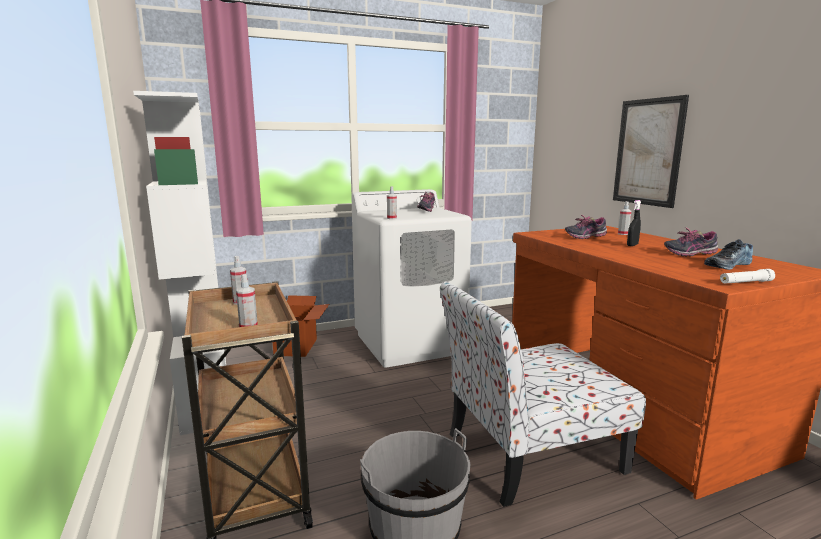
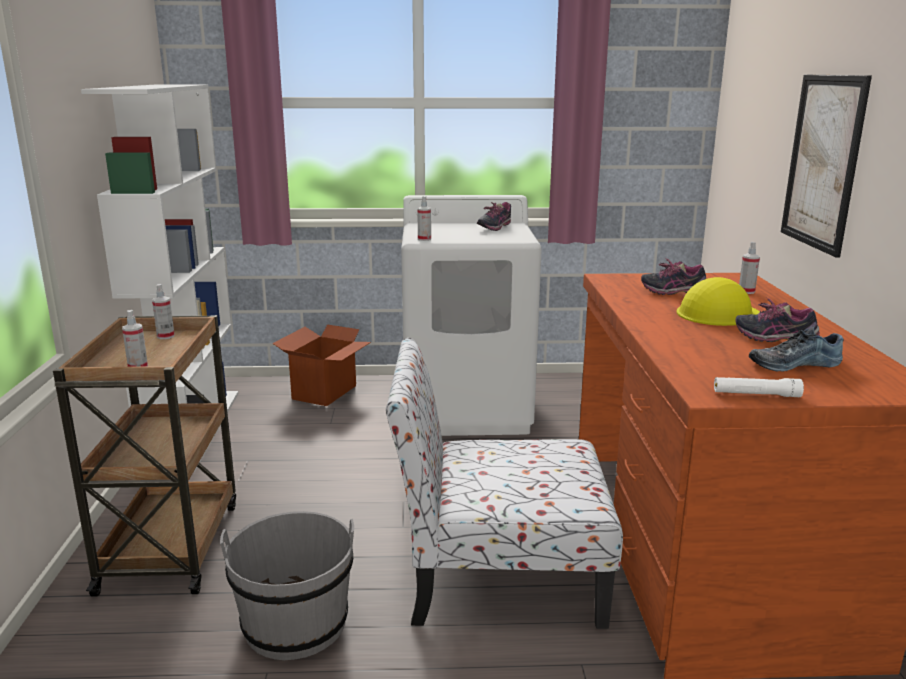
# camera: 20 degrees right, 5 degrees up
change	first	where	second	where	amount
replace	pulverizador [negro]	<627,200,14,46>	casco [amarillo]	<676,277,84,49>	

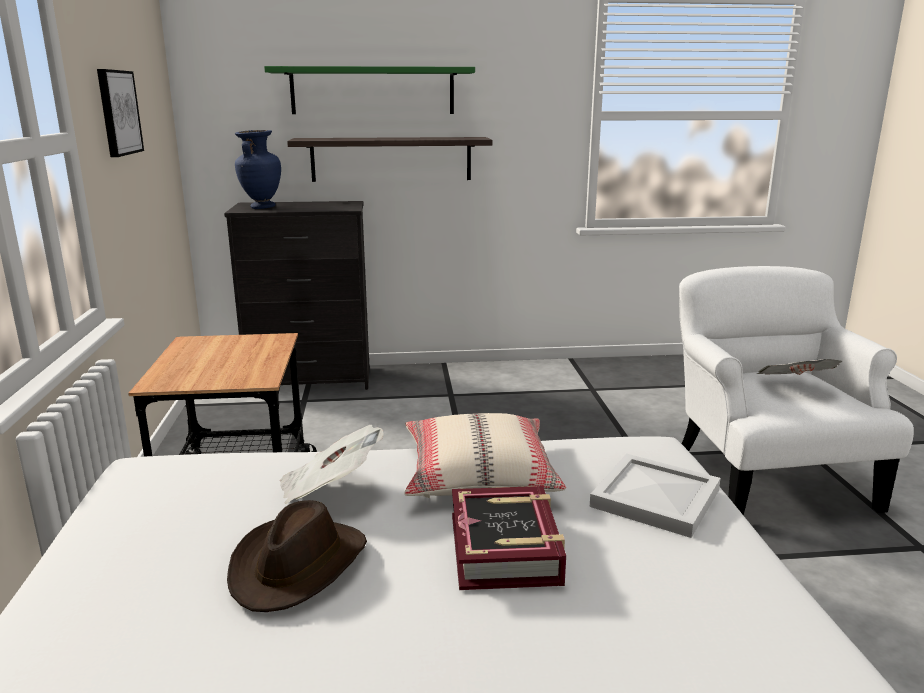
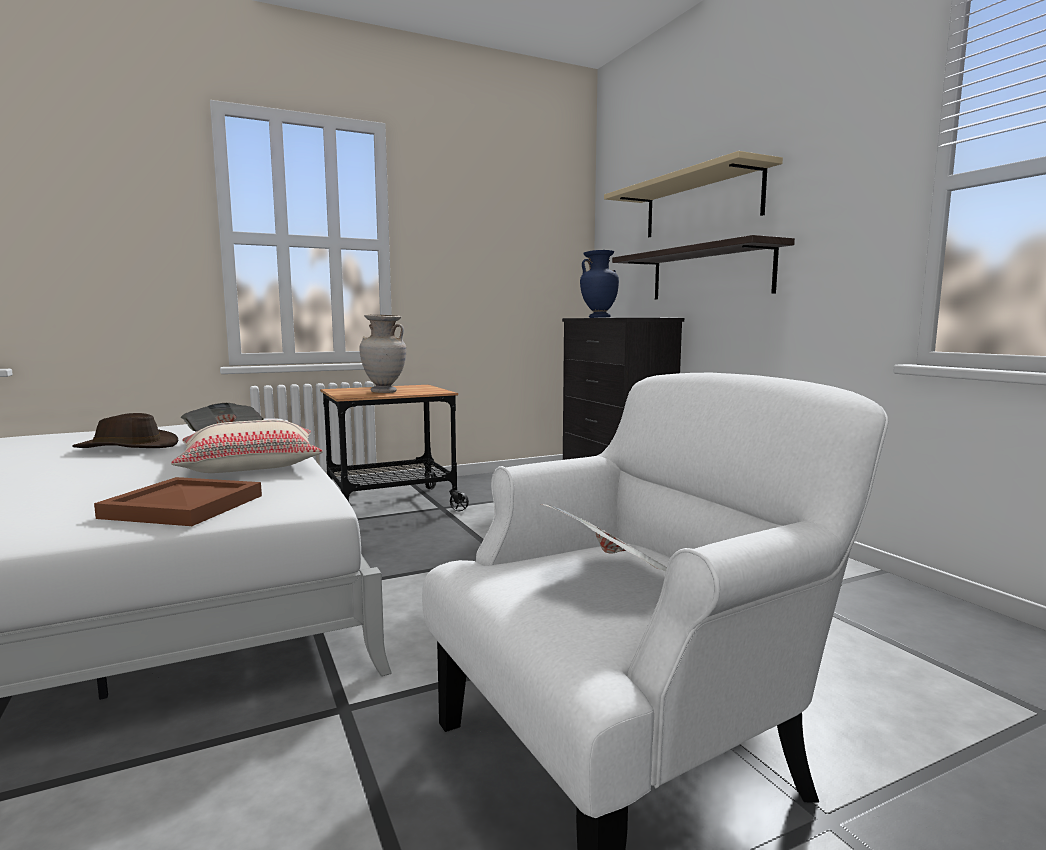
# camera: 70 degrees right, 10 degrees down
change	first	where	second	where	amount
delete	cuadro	<97,69,47,88>			
recolor	estante [verde]	<264,66,211,48>	estante [beis]	<604,151,179,86>	
delete	libro	<452,486,114,104>			
recolor	bandeja [blanco]	<590,453,131,85>	bandeja [marrón]	<94,477,168,49>	
insert			florero [beis]	<359,315,47,78>	

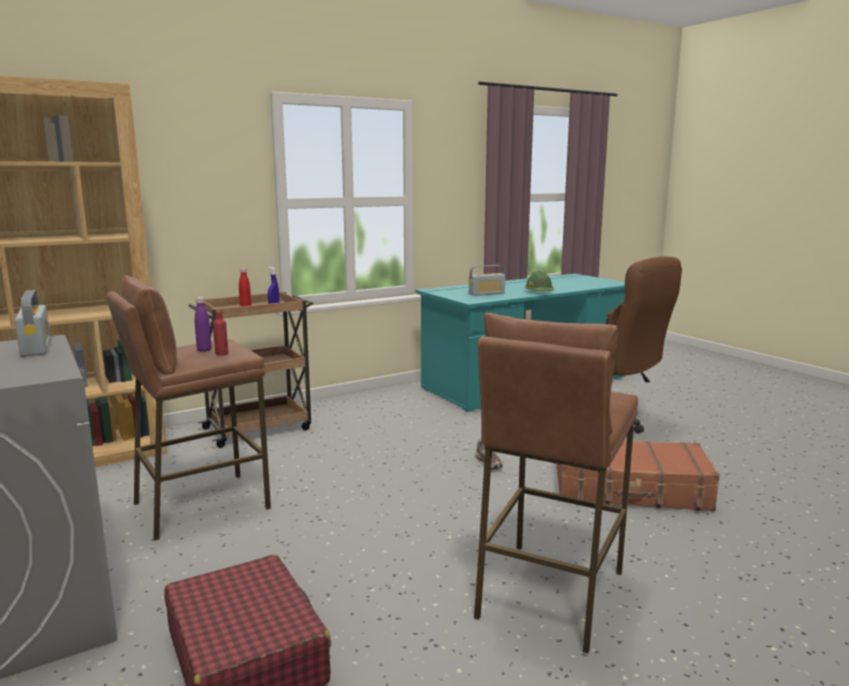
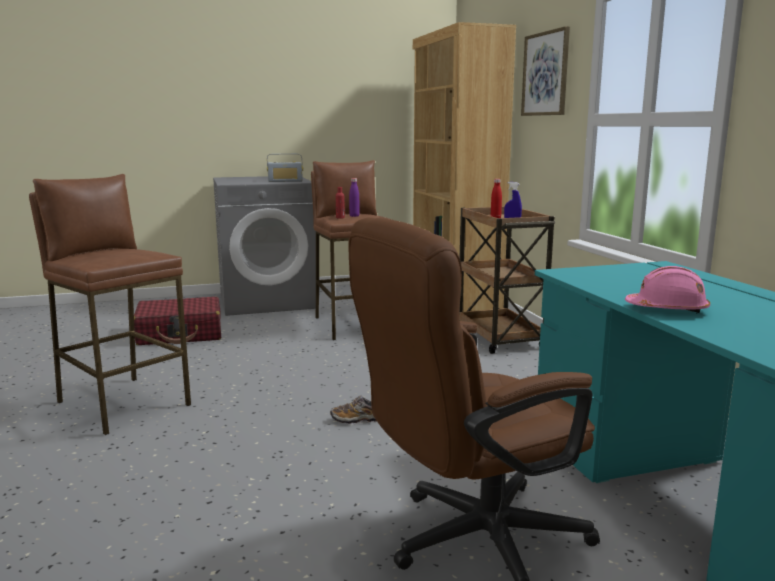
# camera: 105 degrees right, 0 degrees up
change	first	where	second	where	amount
delete	radio	<469,265,36,31>			
recolor	casco [verde]	<525,271,29,20>	casco [rosa]	<625,266,85,47>	
delete	maleta [marrón]	<556,441,164,71>			
insert			cuadro	<521,26,49,90>	

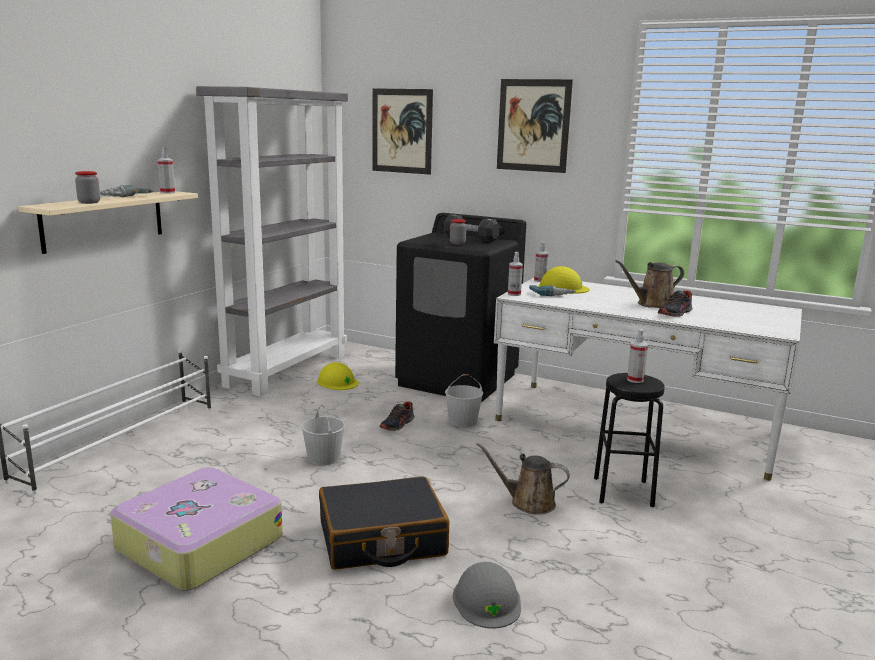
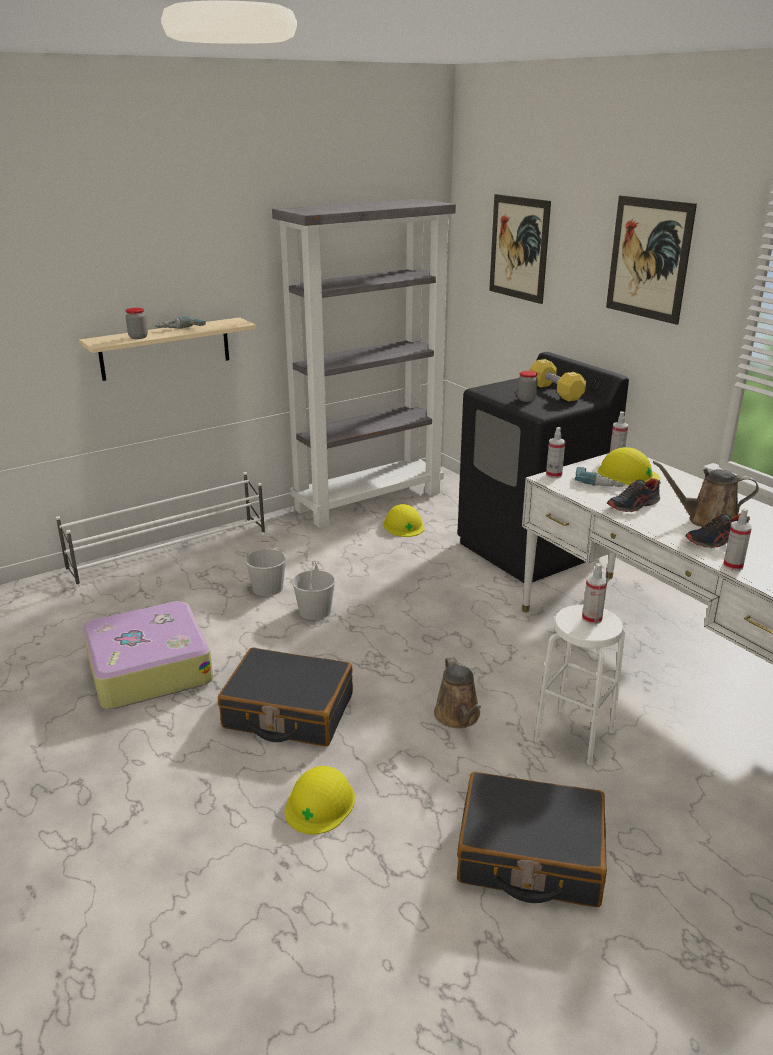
# camera: 30 degrees right, 10 degrees up
change	first	where	second	where	amount
move	pulverizador	<158,147,17,47>		<723,508,29,63>	
move	zapato	<379,401,35,30>		<607,478,54,34>	
recolor	mancuerna [negro]	<444,214,56,28>	mancuerna [amarillo]	<530,359,56,42>	
move	cubo [blanco]	<445,374,38,53>		<245,540,42,56>	
recolor	casco [gris]	<453,562,68,66>	casco [amarillo]	<285,766,70,68>	
rotate	regadera [marrón]	<476,442,94,73>		<434,657,47,71>	150 degrees counterclockwise
recolor	taburete [negro]	<594,373,71,134>	taburete [blanco]	<534,605,91,160>	
insert			maleta [negro]	<457,772,150,135>	

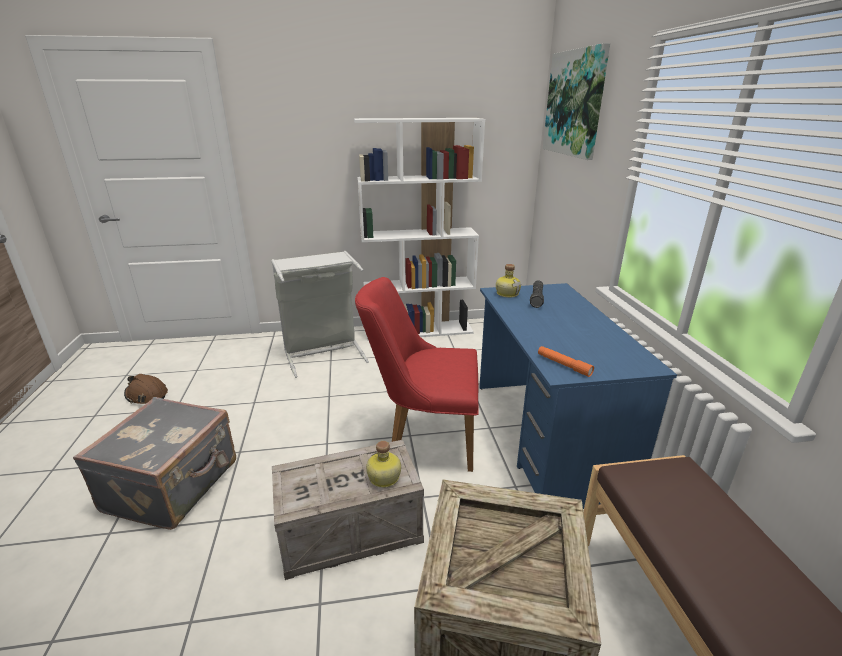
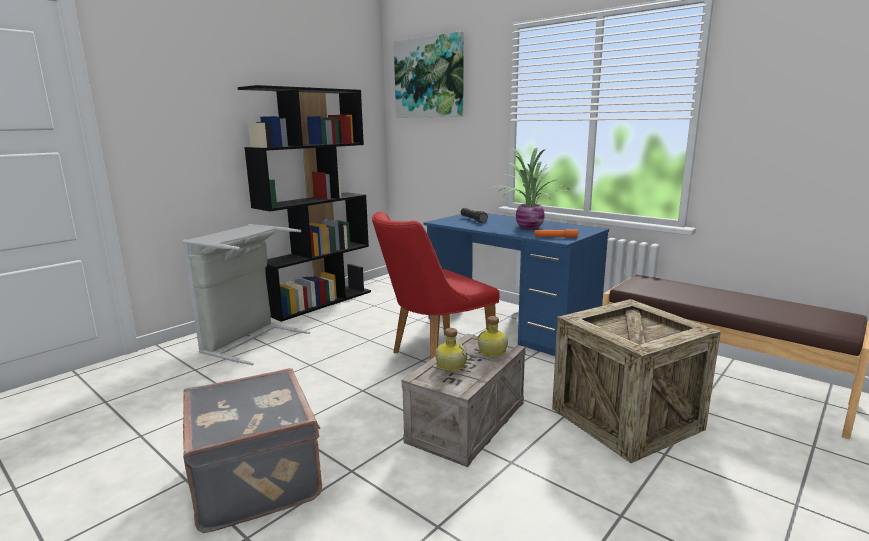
# camera: 40 degrees left, 10 degrees down
change	first	where	second	where	amount
delete	casco [marrón]	<124,374,44,30>			
recolor	estantería [blanco]	<354,118,131,223>	estantería [negro]	<238,85,133,237>	
move	botella	<496,264,25,34>		<435,328,32,43>	
insert			planta en maceta	<486,148,81,81>	

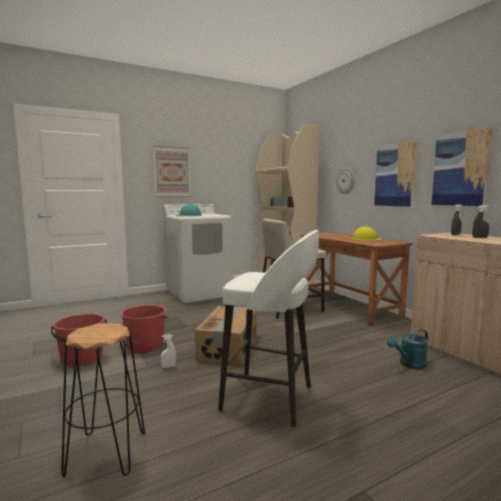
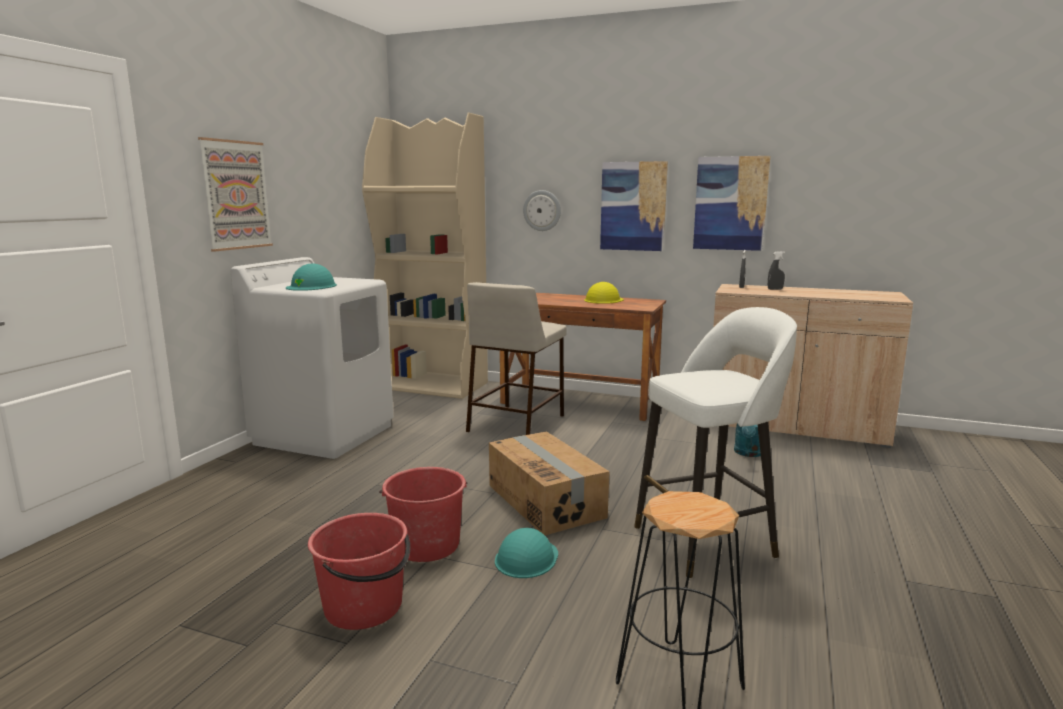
# camera: 40 degrees left, 5 degrees up
change	first	where	second	where	amount
replace	pulverizador [blanco]	<161,334,15,34>	casco [turquesa]	<495,528,63,50>	

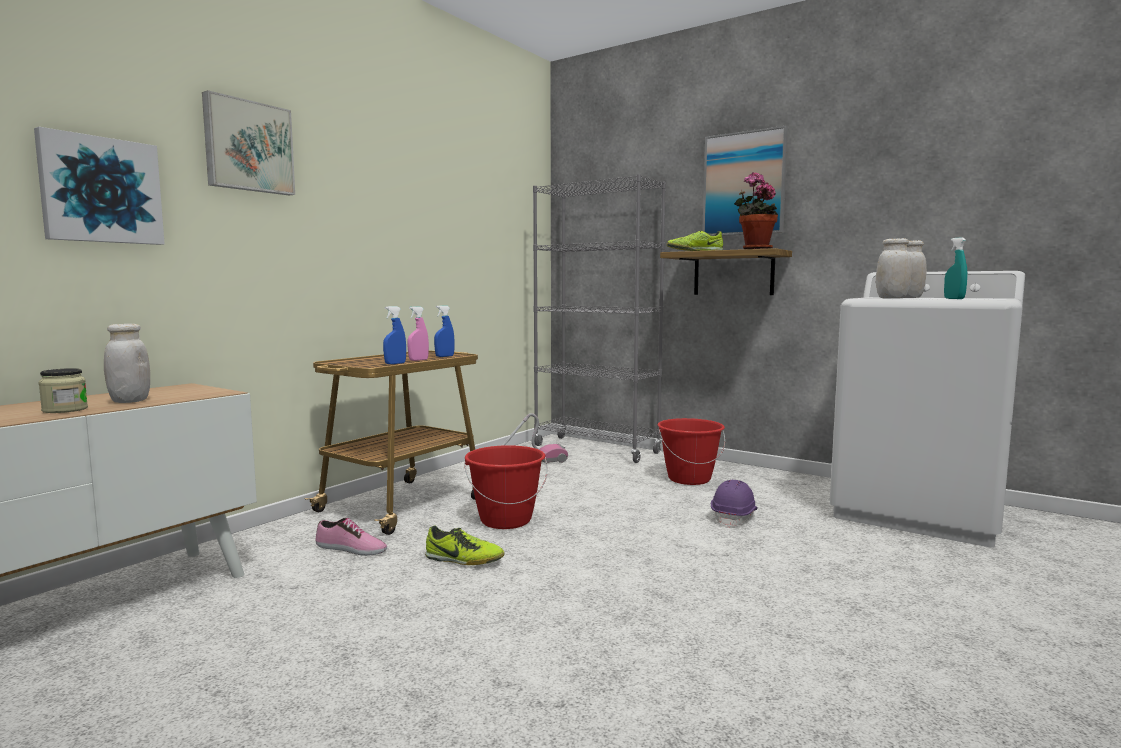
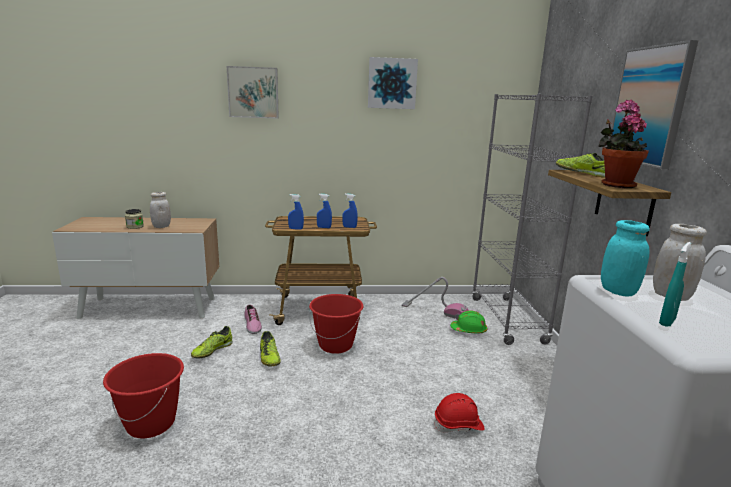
# camera: 50 degrees right, 10 degrees up
change	first	where	second	where	amount
move	cuadro	<34,127,131,118>		<368,57,50,52>	
recolor	pulverizador [rosa]	<408,306,21,55>	pulverizador [azul]	<317,194,15,34>	
move	cubo [rojo]	<658,418,67,67>		<103,353,81,85>	
recolor	casco [morado]	<711,480,47,47>	casco [rojo]	<434,393,51,39>	
recolor	tarro [blanco]	<876,238,36,61>	tarro [turquesa]	<601,220,49,76>	
insert			zapato	<191,326,42,32>	
insert			casco [verde]	<450,311,37,22>	

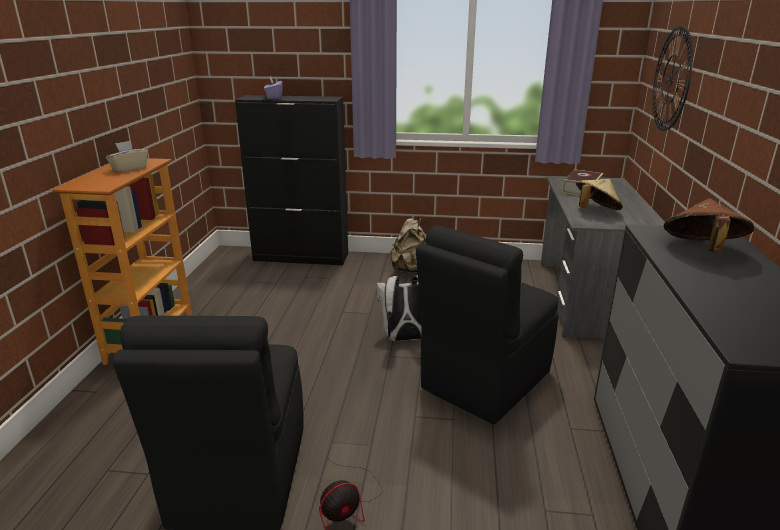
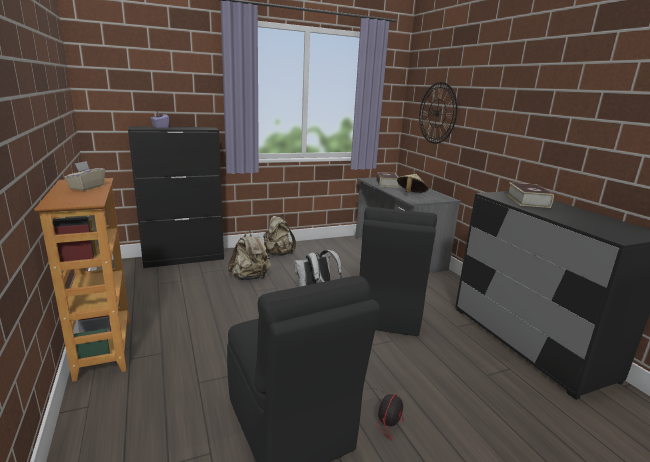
# camera: 30 degrees left, 5 degrees down
change	first	where	second	where	amount
replace	sombrero [marrón]	<664,198,90,55>	libro	<506,182,48,26>	
insert			mochila [beis]	<228,230,44,50>	

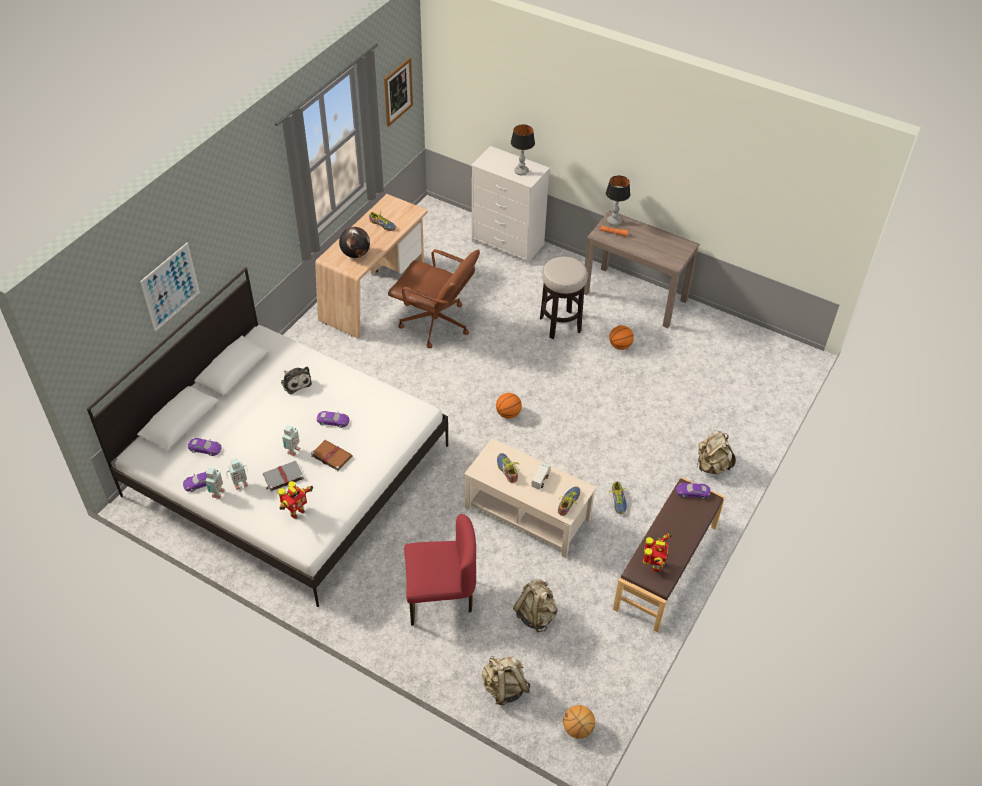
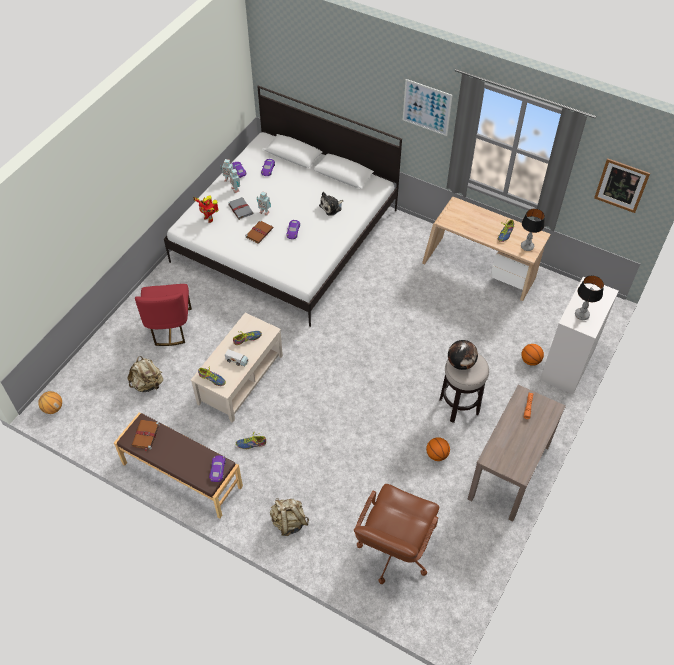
# camera: 90 degrees right, 5 degrees up
change	first	where	second	where	amount
move	cuadro	<140,243,60,88>		<403,79,49,57>	
move	globo terráqueo	<339,227,31,31>		<448,340,30,30>	
move	silla de oficina [marrón]	<388,249,92,99>		<354,484,85,100>	
delete	mochila [beis]	<482,656,48,49>			
move	balón de baloncesto	<496,393,26,26>		<521,344,23,22>	
move	lámpara de mesa	<606,175,24,51>		<521,208,24,43>	
replace	robot de juguete	<643,531,29,41>	libro [marrón]	<131,420,29,31>	

